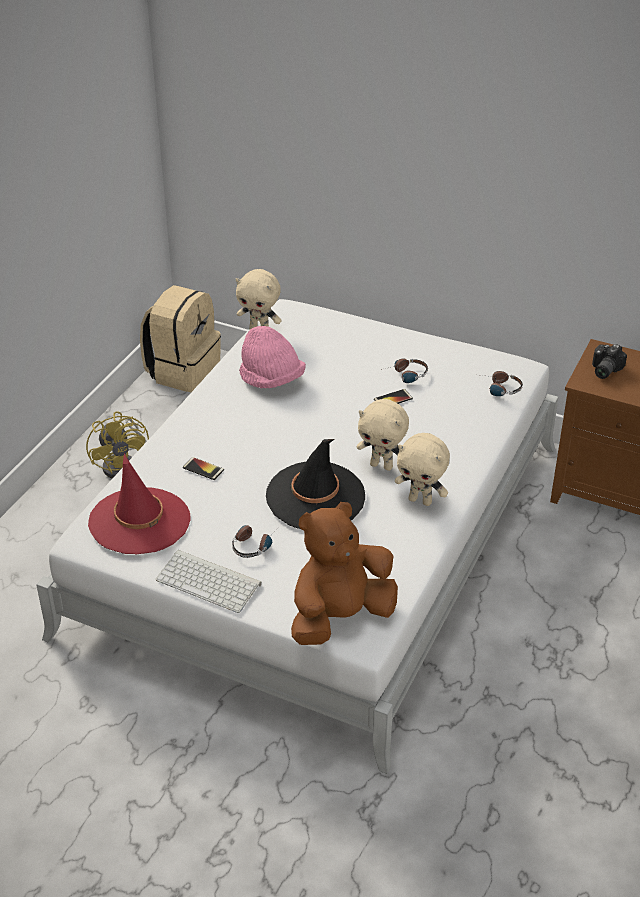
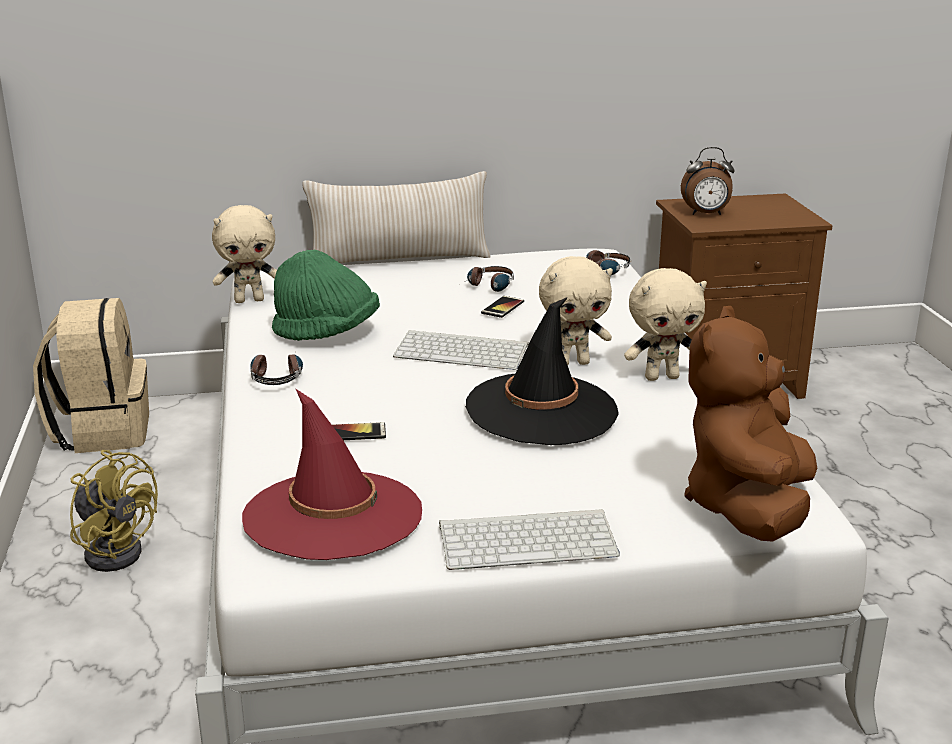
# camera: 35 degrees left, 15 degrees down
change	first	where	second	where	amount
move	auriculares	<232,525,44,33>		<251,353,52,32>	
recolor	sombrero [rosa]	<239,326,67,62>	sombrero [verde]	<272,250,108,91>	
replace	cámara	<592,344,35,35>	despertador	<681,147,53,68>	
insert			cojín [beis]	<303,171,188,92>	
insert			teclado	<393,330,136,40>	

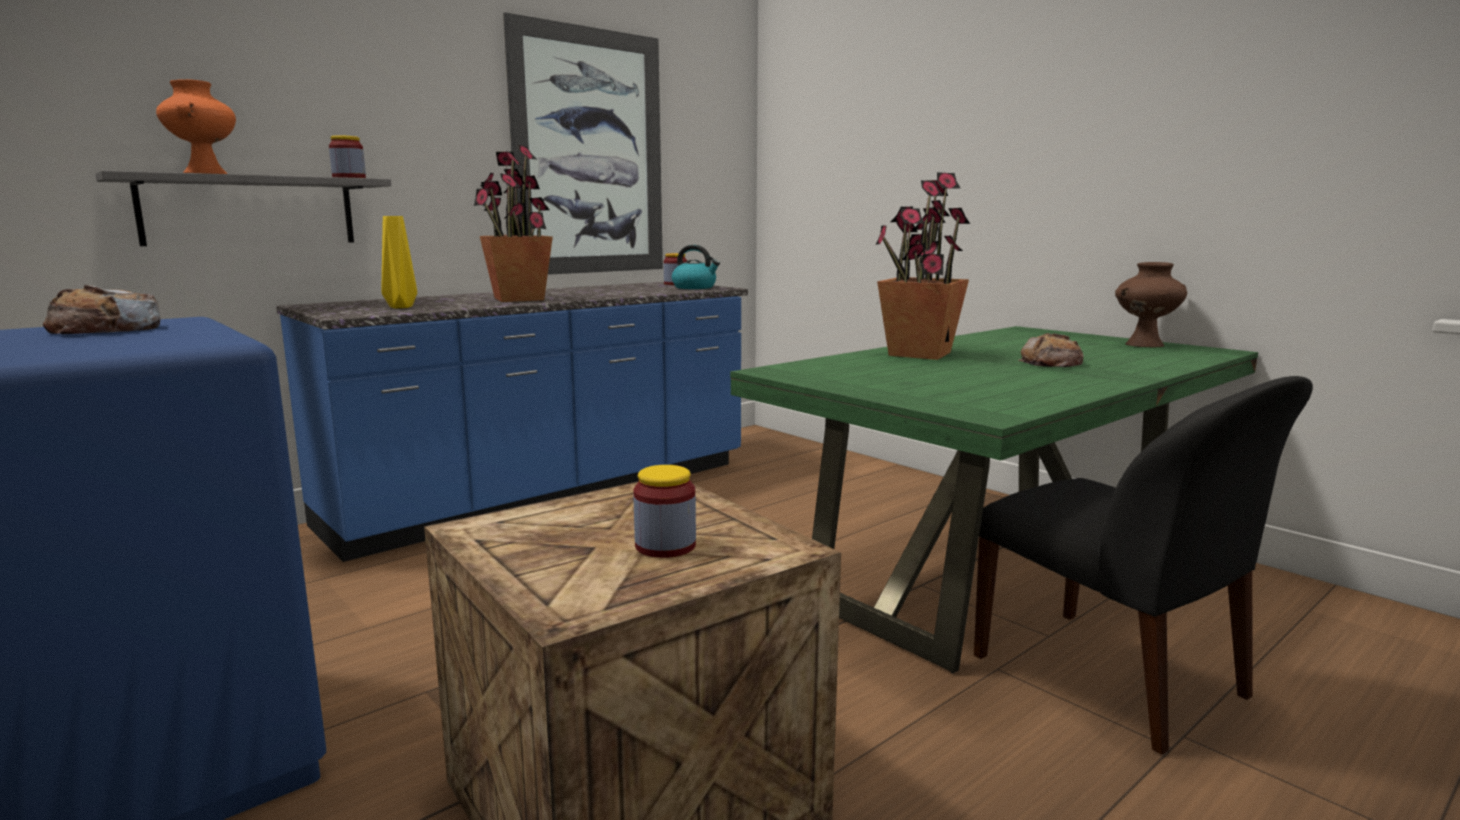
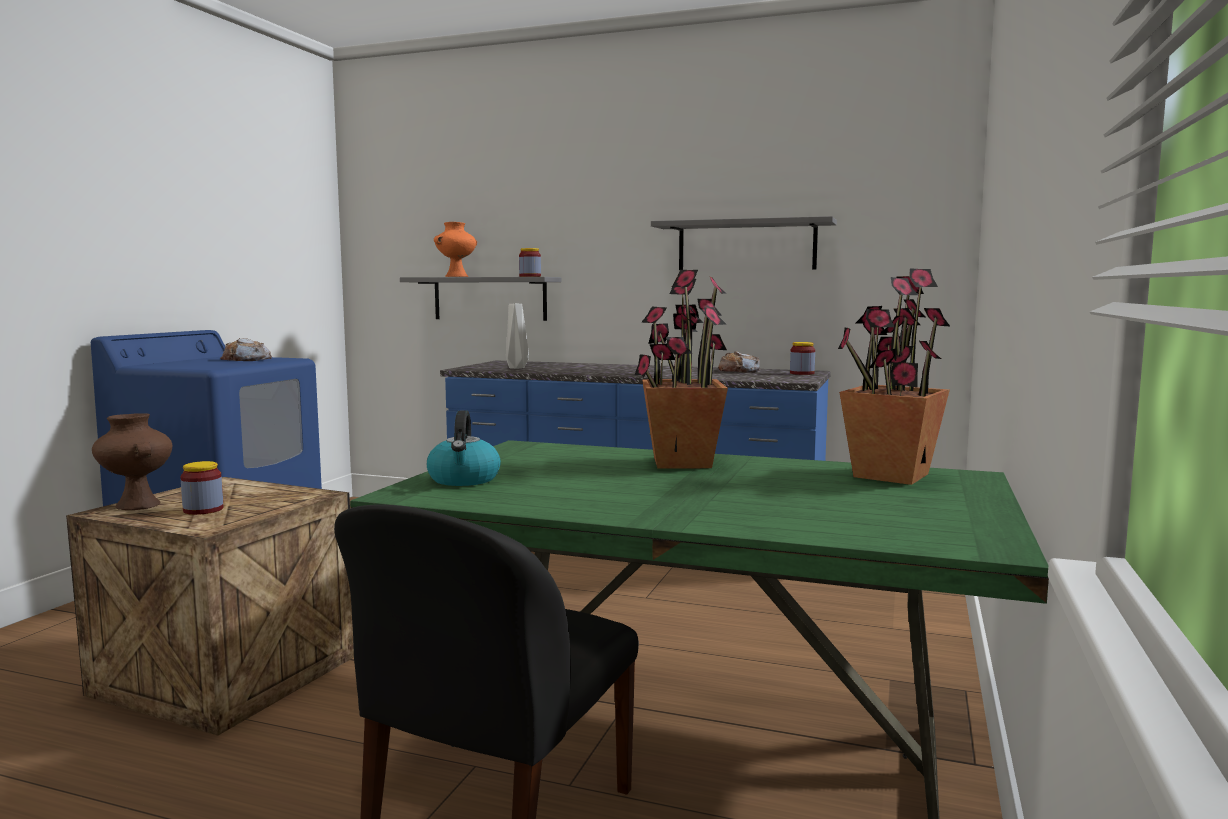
# camera: 60 degrees right, 5 degrees down
change	first	where	second	where	amount
recolor	florero [amarillo]	<382,216,35,92>	florero [gris]	<506,304,23,65>	
move	planta en maceta	<474,145,79,157>		<838,268,112,217>	
replace	cuadro	<503,12,160,263>	estante [gris]	<651,216,186,54>	
move	hervidor	<672,245,48,44>		<427,410,74,76>	
move	pan	<1018,333,66,34>		<718,351,42,22>	
move	florero [marrón]	<1115,262,72,85>		<92,413,80,97>	

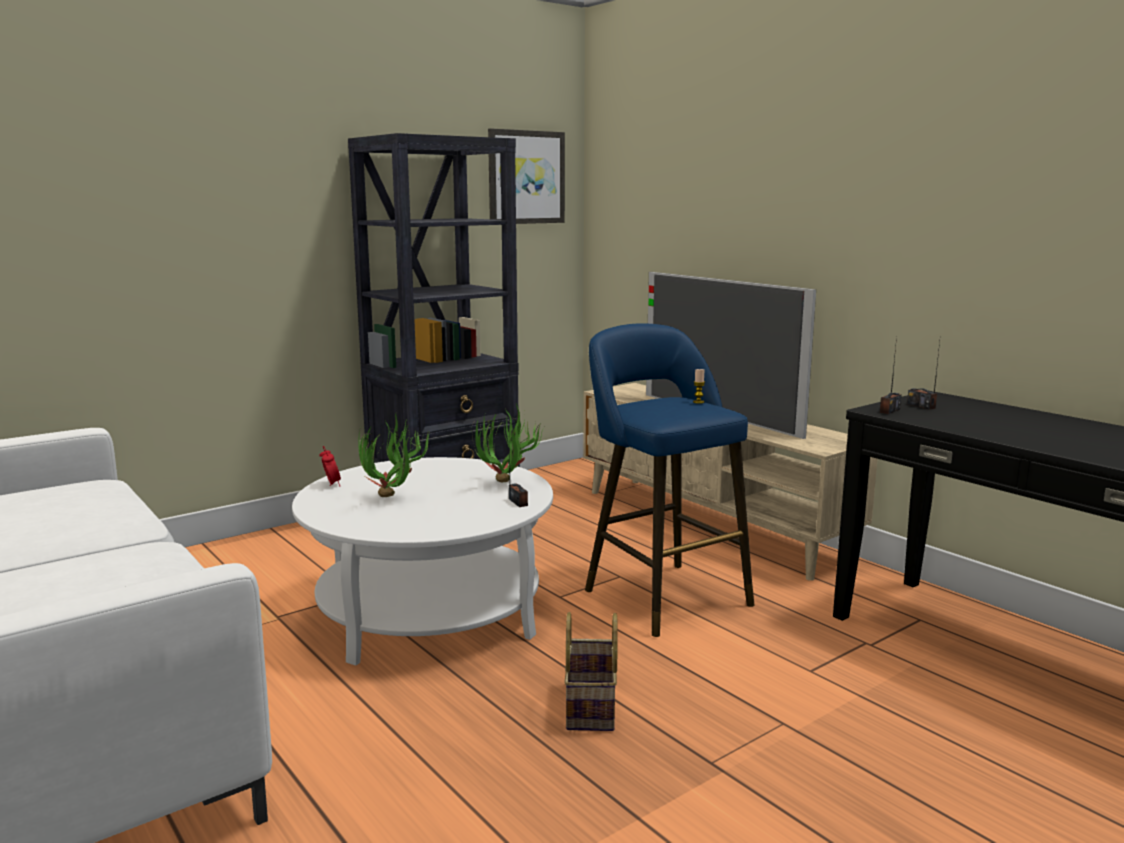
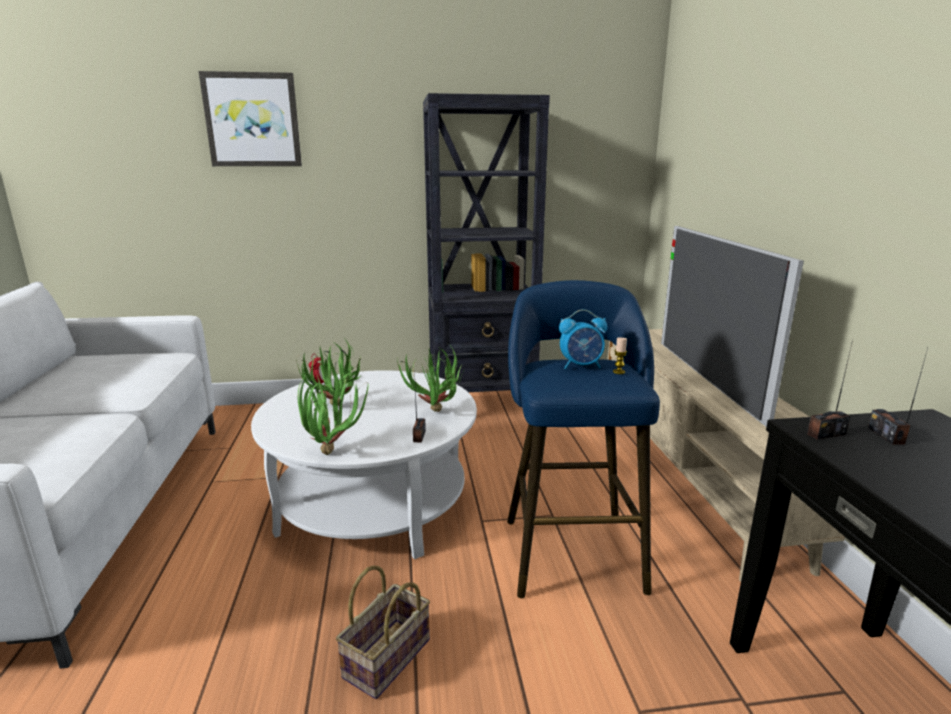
# camera: 30 degrees right, 5 degrees up
change	first	where	second	where	amount
move	cuadro	<488,128,77,96>		<199,71,103,95>	
insert			planta en maceta	<298,372,70,83>	
insert			despertador	<559,309,48,60>	

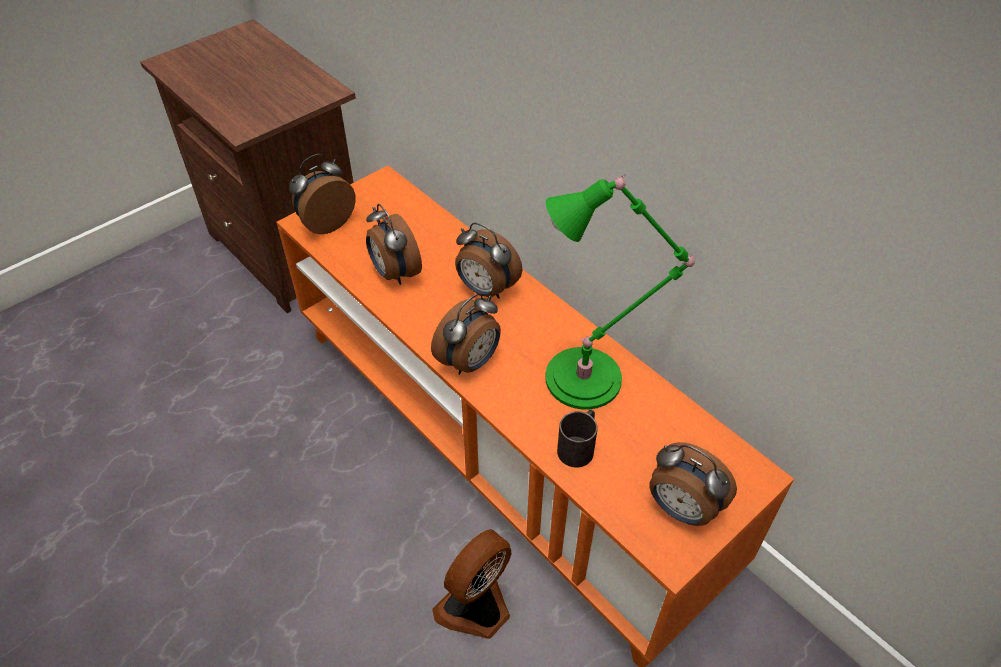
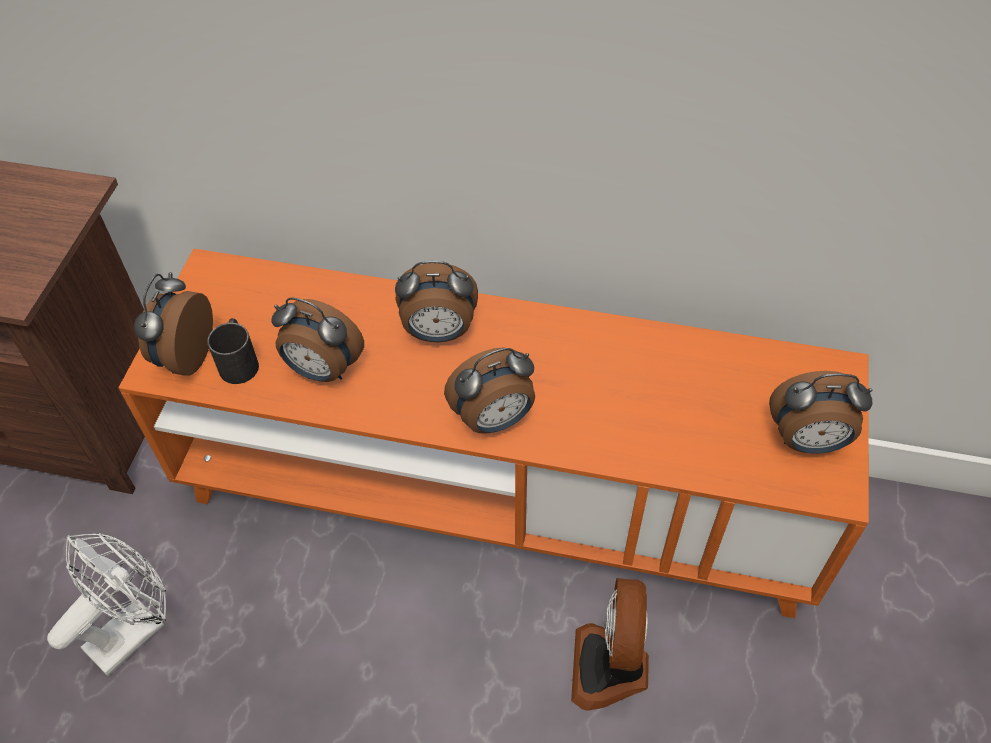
# camera: 35 degrees left, 5 degrees up
change	first	where	second	where	amount
rotate	despertador	<431,293,70,82>		<444,347,91,87>	60 degrees clockwise
delete	lámpara de mesa [verde]	<545,175,150,234>			
move	taza grande [negro]	<557,410,41,58>		<207,318,52,66>	
insert			ventilador [blanco]	<47,533,119,143>	

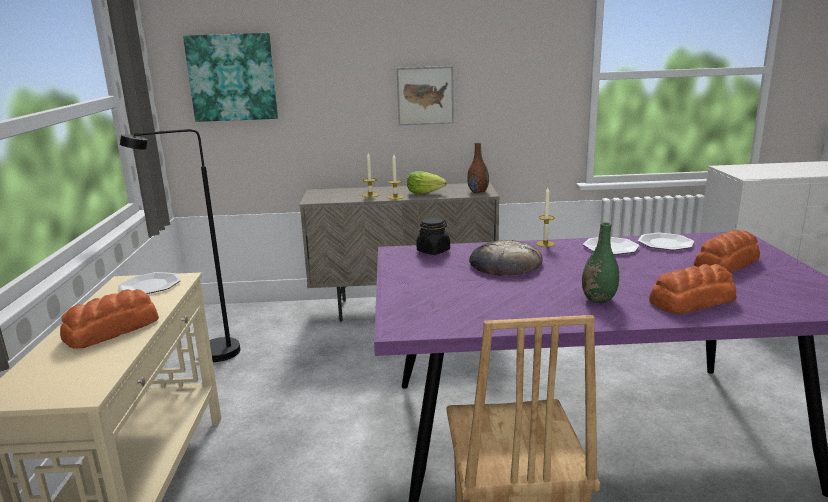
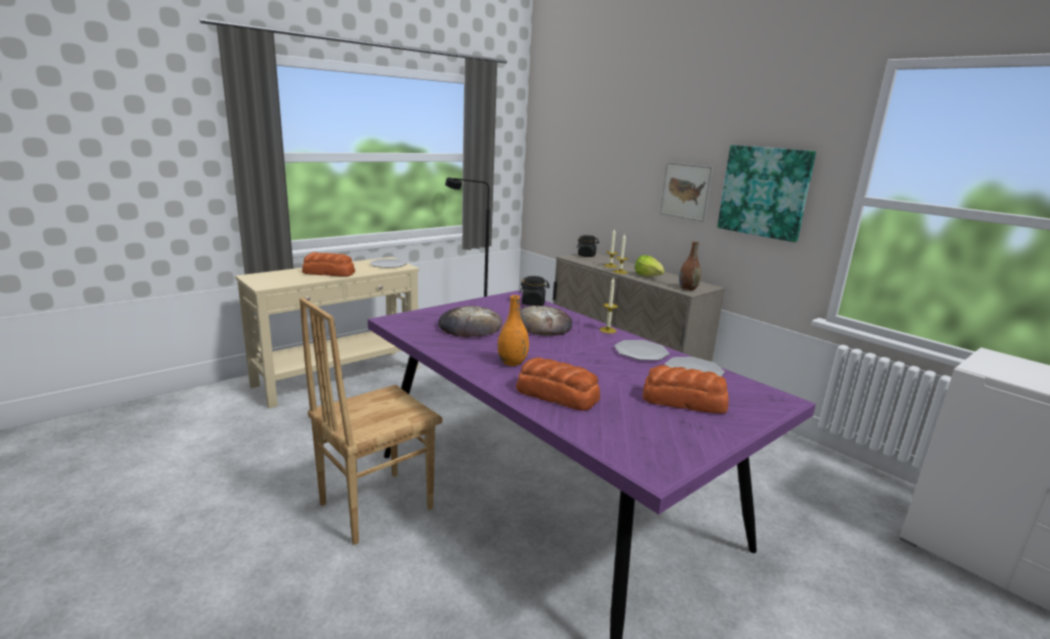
# camera: 50 degrees right, 0 degrees up
change	first	where	second	where	amount
move	cuadro	<183,33,95,89>		<717,145,99,97>	
recolor	florero [verde]	<582,222,37,81>	florero [naranja]	<498,295,31,71>	
insert			pan	<438,306,64,32>	
insert			tarro [negro]	<577,235,22,22>	

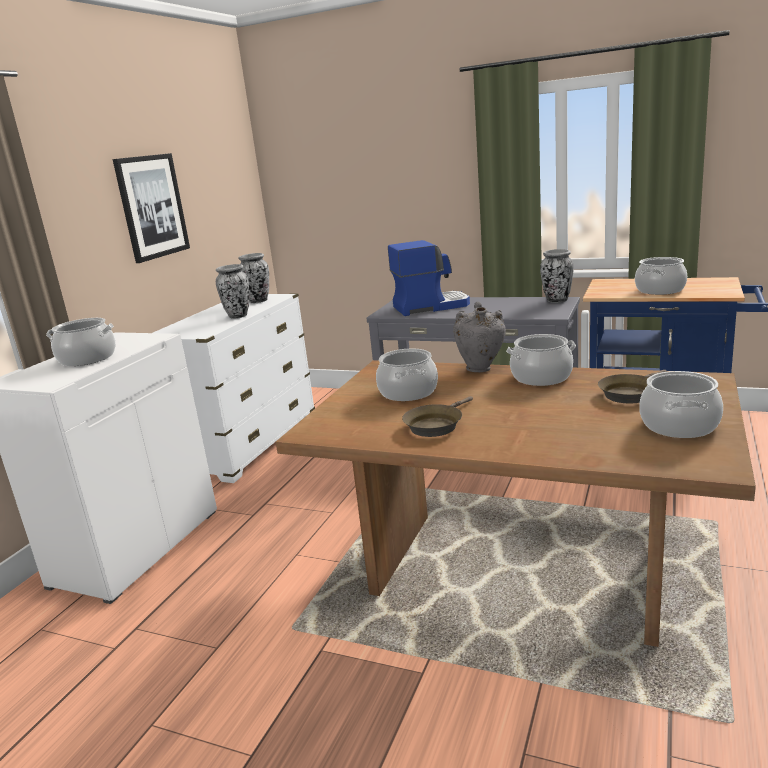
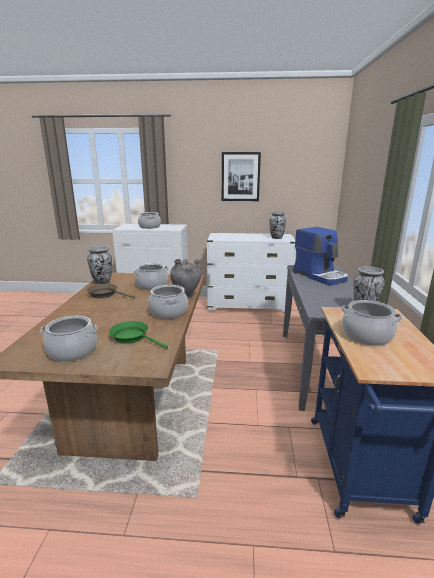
# camera: 70 degrees right, 0 degrees up
change	first	where	second	where	amount
move	florero	<216,264,33,55>		<87,246,25,38>	
recolor	sartén [marrón]	<598,370,69,33>	sartén [verde]	<109,321,59,28>	

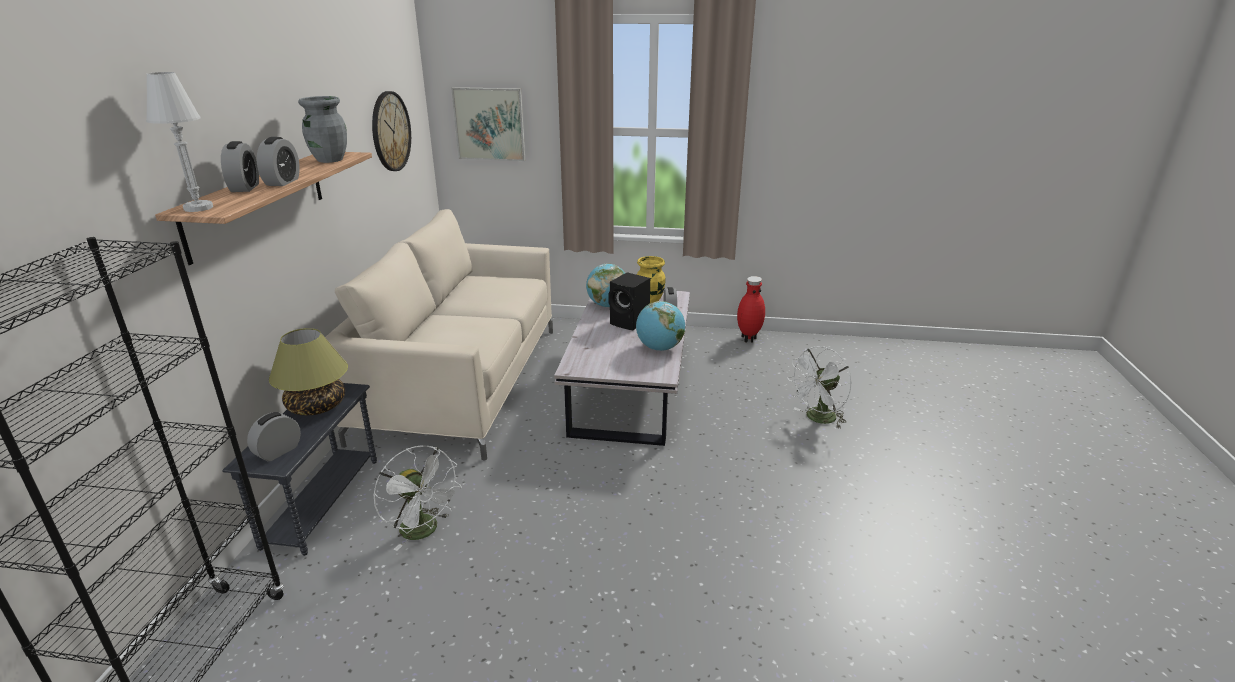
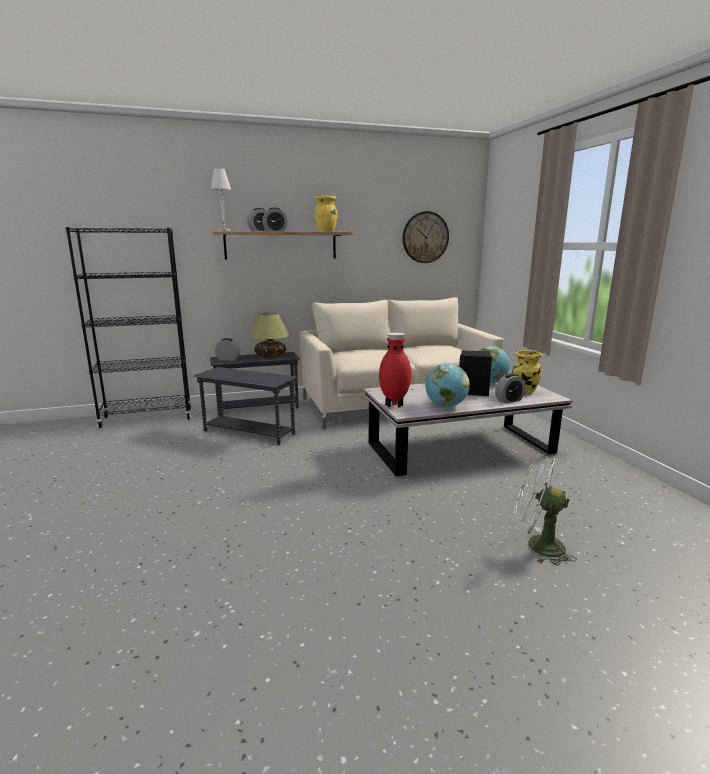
# camera: 65 degrees right, 10 degrees down
change	first	where	second	where	amount
recolor	florero [gris]	<298,96,49,67>	florero [amarillo]	<314,196,23,36>	
replace	ventilador [blanco]	<373,445,89,106>	mesa auxiliar [gris]	<193,367,104,78>	
delete	cuadro	<451,87,74,74>			
move	florero [rojo]	<737,276,28,67>		<379,333,32,75>	

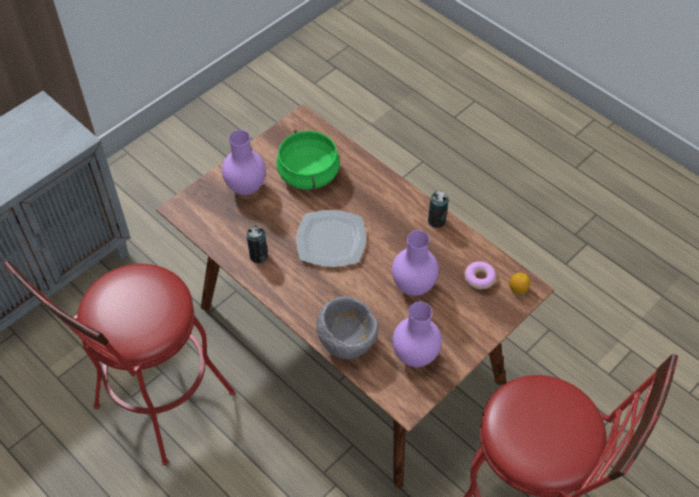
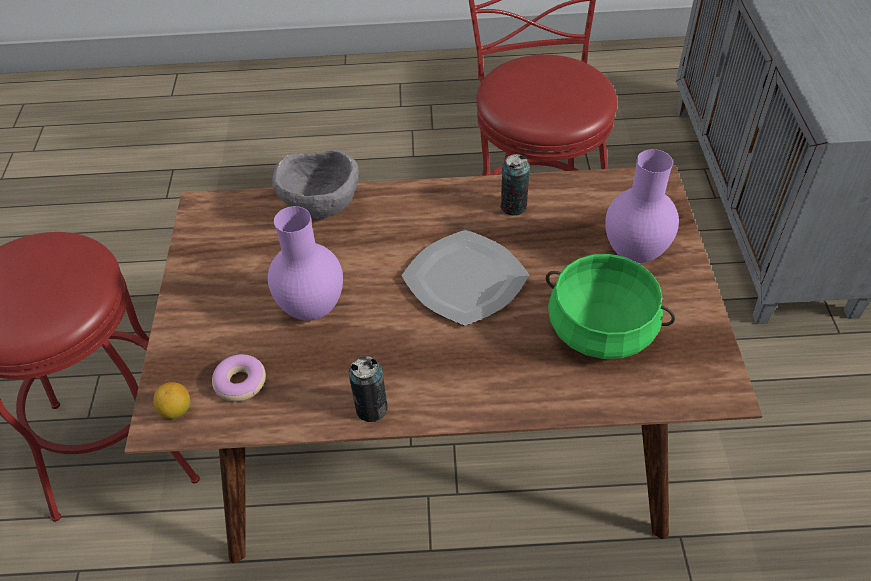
# camera: 135 degrees right, 5 degrees down
change	first	where	second	where	amount
delete	florero [morado]	<393,302,49,65>			

